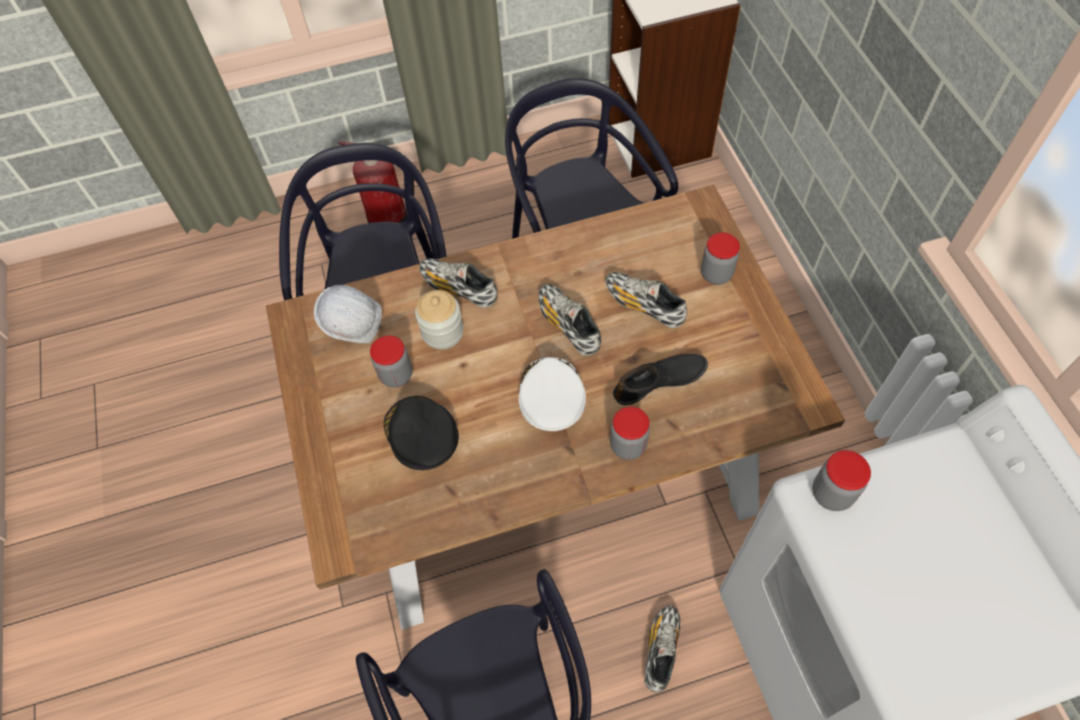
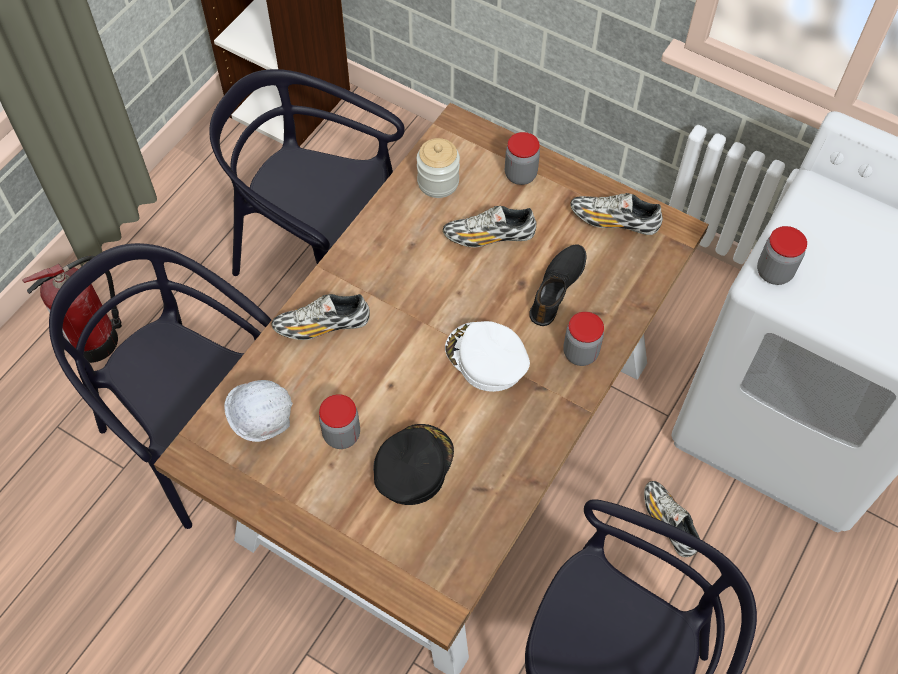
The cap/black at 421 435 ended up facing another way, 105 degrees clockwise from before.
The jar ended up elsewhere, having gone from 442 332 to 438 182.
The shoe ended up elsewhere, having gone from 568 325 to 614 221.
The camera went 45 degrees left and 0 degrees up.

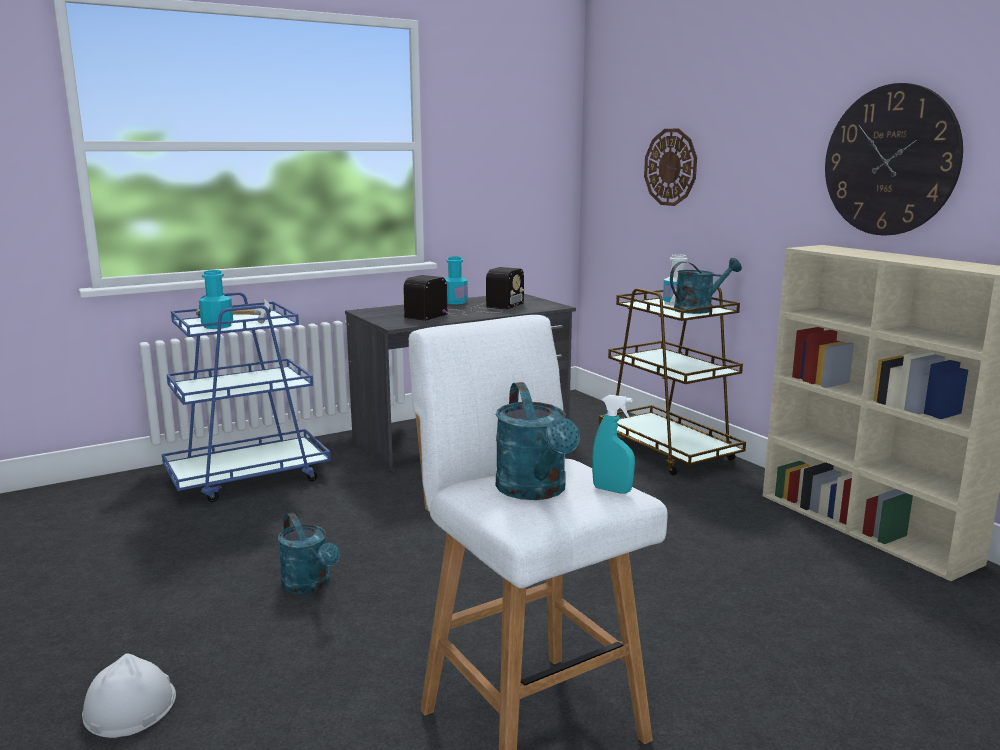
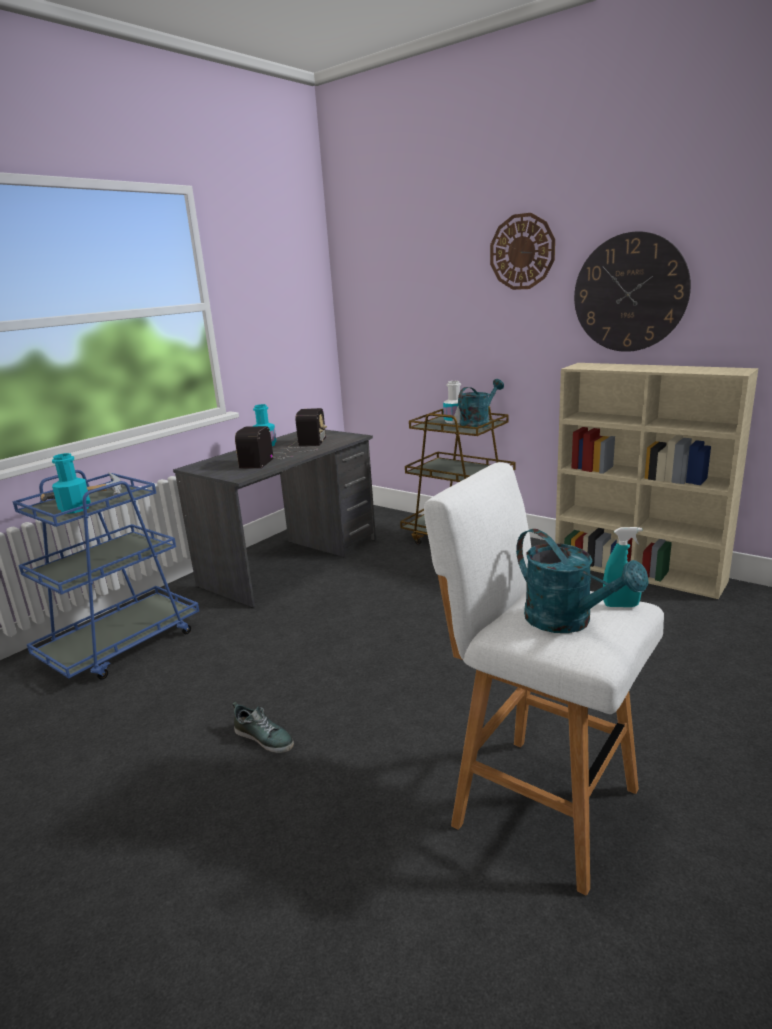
Where the watering can/turquoise stood at 310 585, the shoe came to stand at 264 737.
The wall clock ended up elsewhere, having gone from 670 167 to 522 252.
The second view lost the hard hat/white at 129 706.
The camera went 20 degrees left and 5 degrees up.

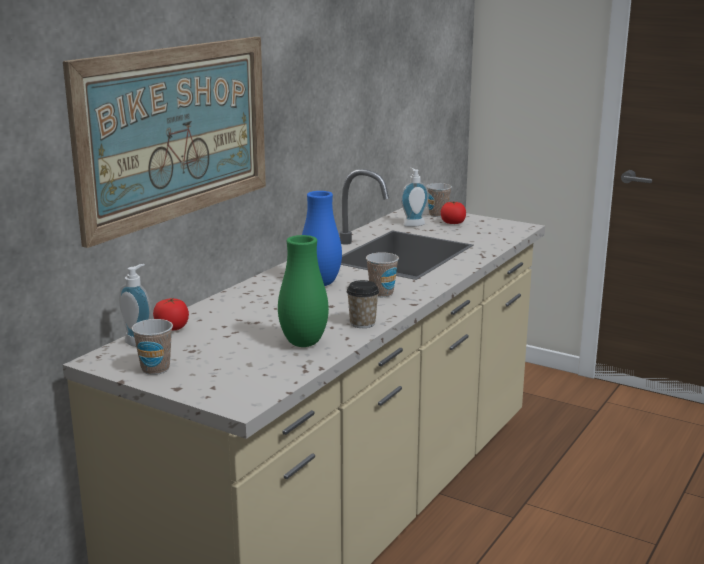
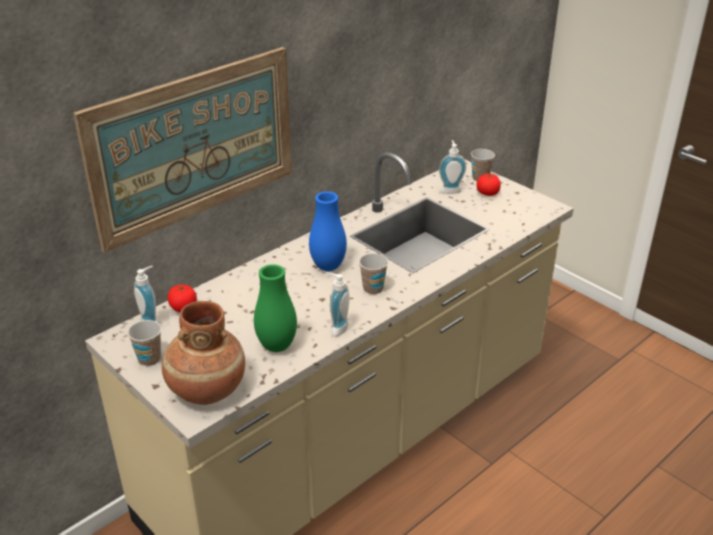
The second view gained the vase/brown at 206 389.
Where the cup stood at 362 323, the soap dispenser came to stand at 337 328.
The camera went 15 degrees right and 15 degrees up.

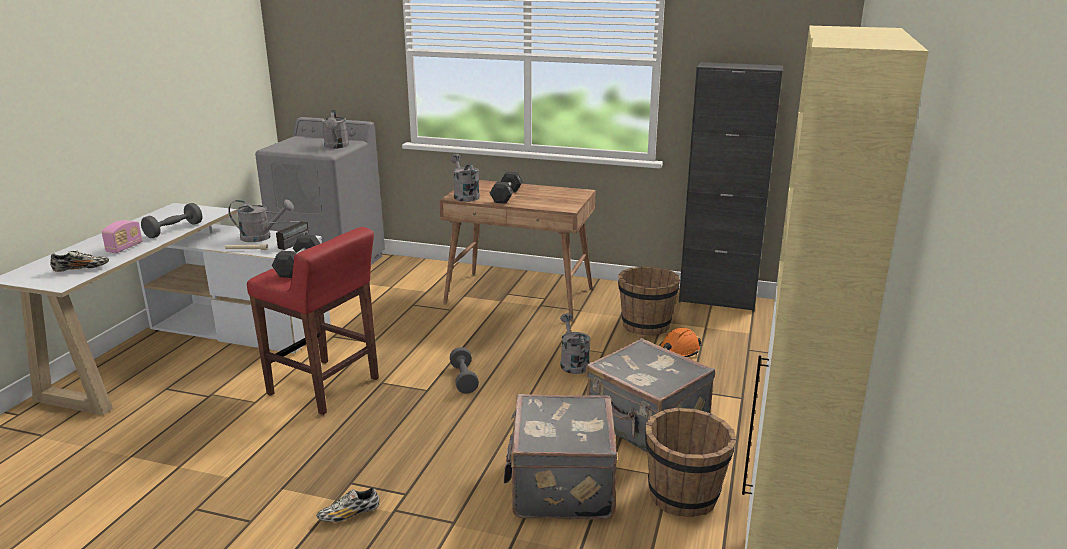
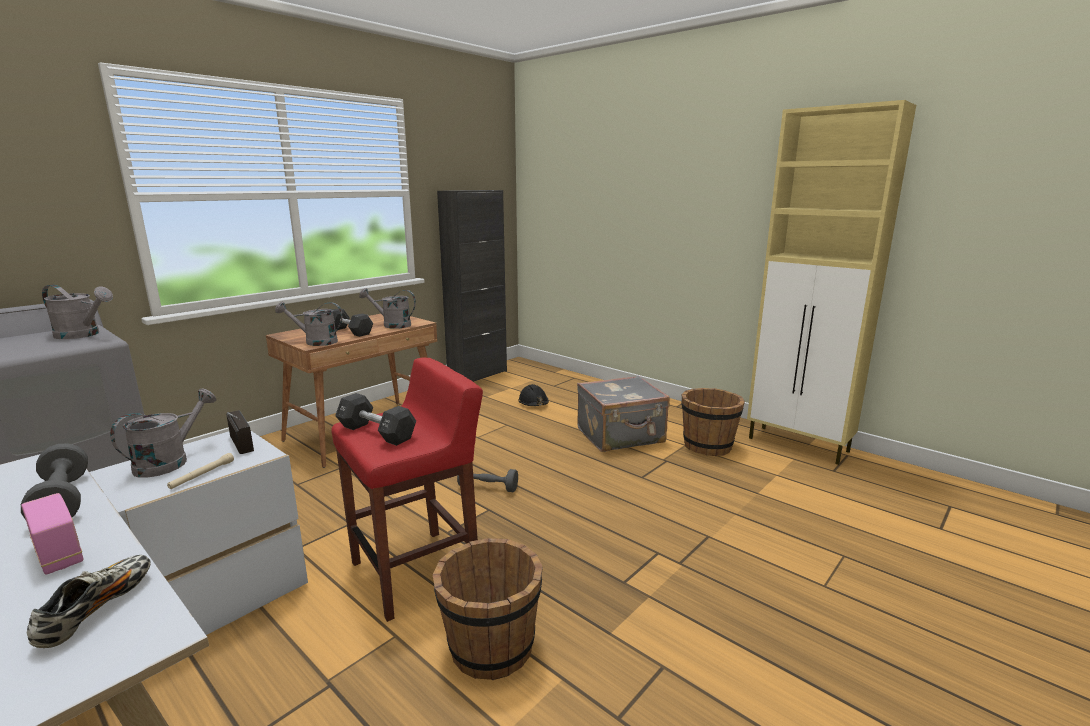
The watering can/grey ended up elsewhere, having gone from 573 363 to 392 325.
The bucket/brown ended up elsewhere, having gone from 645 325 to 490 647.
What was the hard hat/orange at 678 351 turned into the hard hat/black at 533 403.
The second view lost the shoe at 349 515.
The second view lost the suitcase/grey at 560 486.
The camera went 65 degrees left and 5 degrees down.

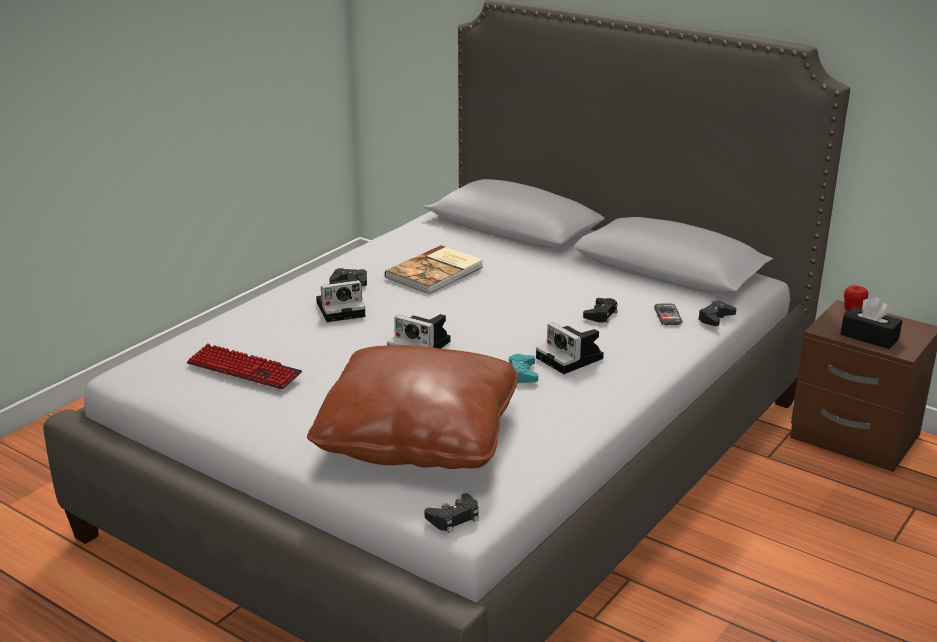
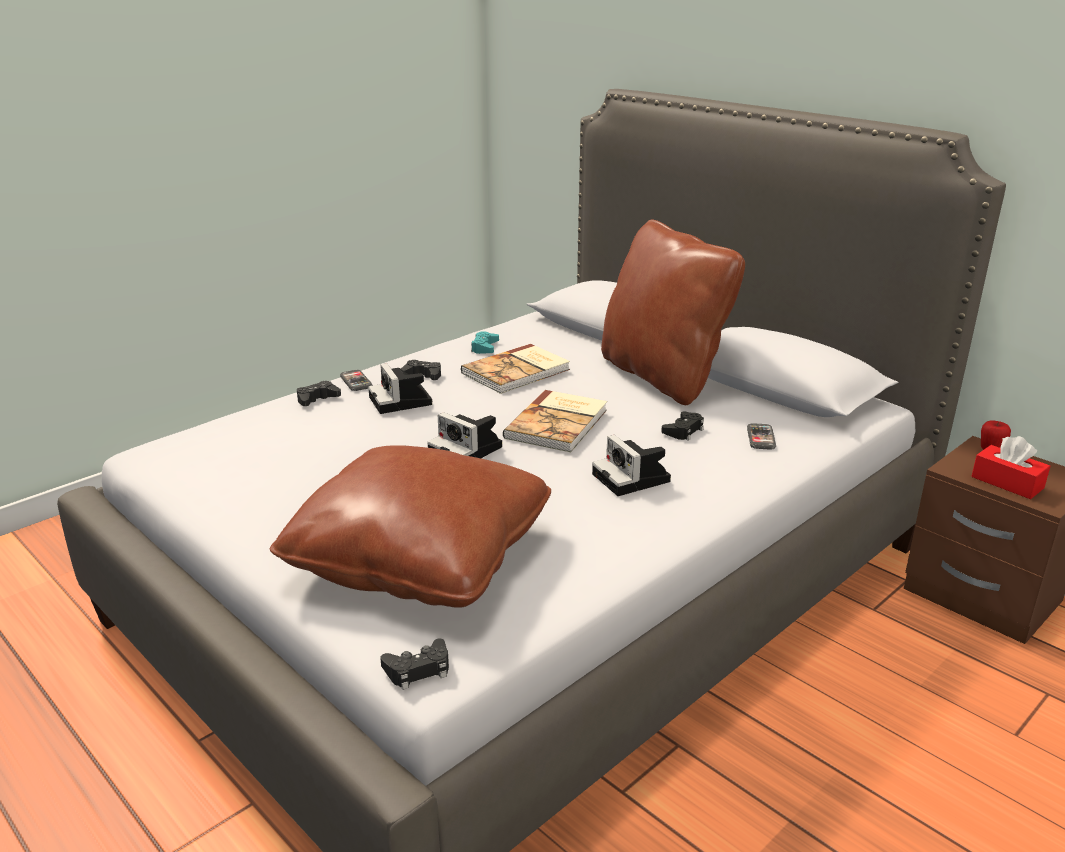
The game controller/black ended up elsewhere, having gone from 715 318 to 317 399.
The second view gained the phone at 356 382.
The photo camera at 342 308 ended up facing another way, 75 degrees clockwise from before.
The game controller/turquoise ended up elsewhere, having gone from 522 374 to 484 347.
The second view gained the book at 559 423.
The second view gained the pillow/brown at 662 377.
What was the tissue box/black at 869 337 turned into the tissue box/red at 1007 482.
The second view lost the keyboard at 244 369.
The camera went 10 degrees right and 0 degrees up.

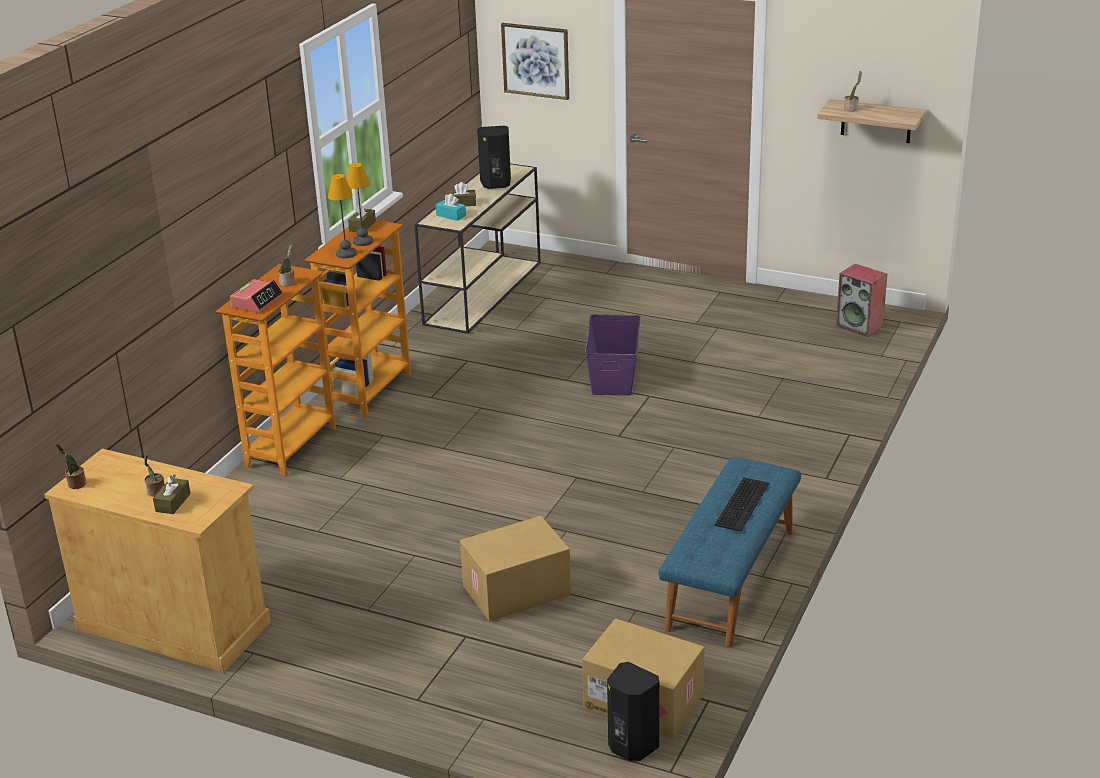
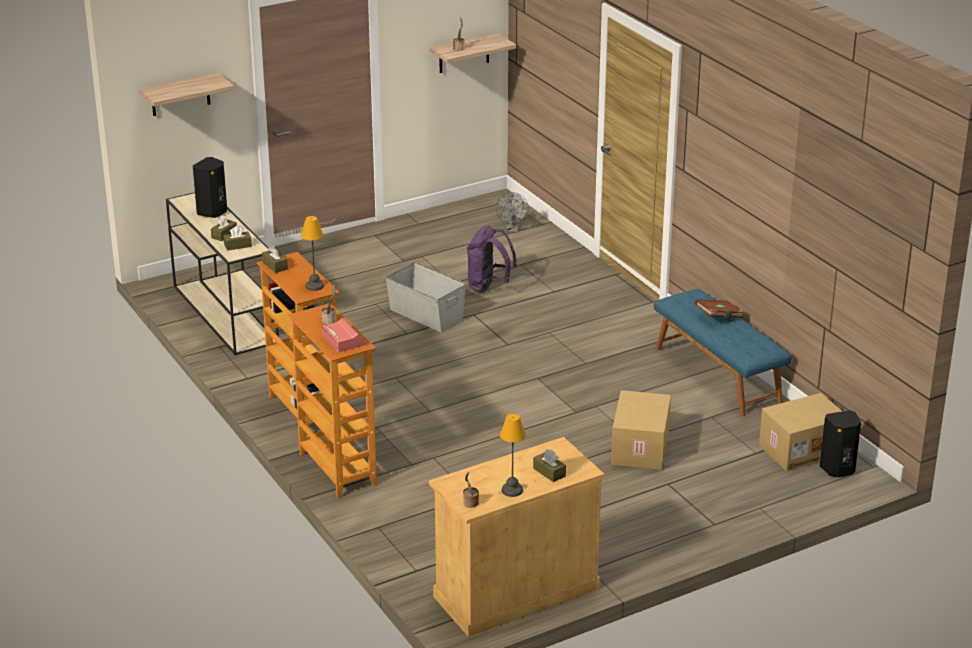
Where the picture hung at 536 60, the shelf came to hang at 180 95.
What was the tissue box/turquoise at 451 215 turned into the tissue box/brown at 238 245.
What was the storage box/purple at 614 374 turned into the storage box/grey at 426 314.
The second view gained the backpack/purple at 488 287.
The second view gained the fan/grey at 512 229.
The table lamp ended up elsewhere, having gone from 363 241 to 512 490.
Where the keyboard stood at 743 505, the book/brown came to stand at 718 317.
The second view lost the potted plant at 156 492.
The second view lost the speaker at 860 326.
The camera went 55 degrees left and 0 degrees up.

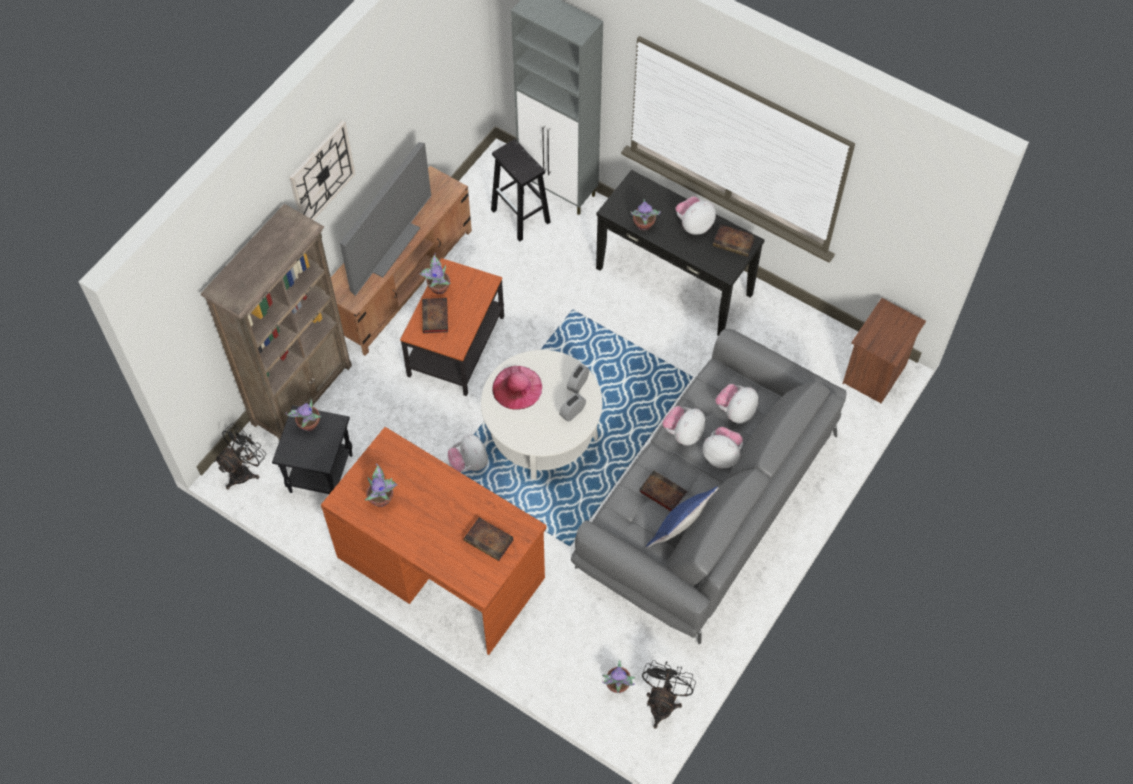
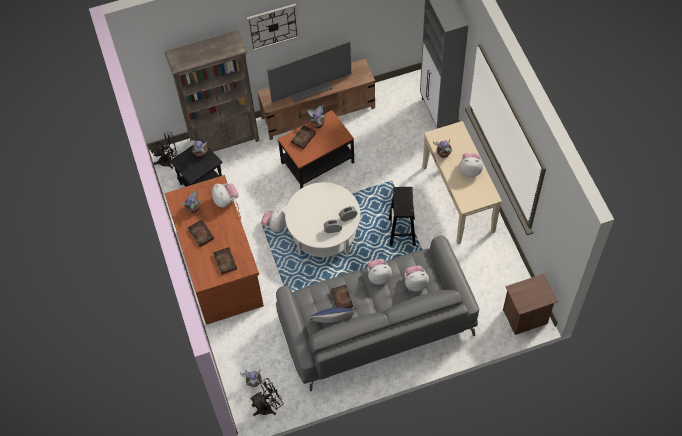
The book ended up elsewhere, having gone from 734 242 to 201 234.
The plush toy ended up elsewhere, having gone from 722 455 to 226 200.
The stool/black ended up elsewhere, having gone from 521 217 to 402 232.
What was the console table/black at 674 281 turned into the console table/beige at 458 199.
The second view lost the hat/pink at 517 387.
The camera went 40 degrees right and 0 degrees up.

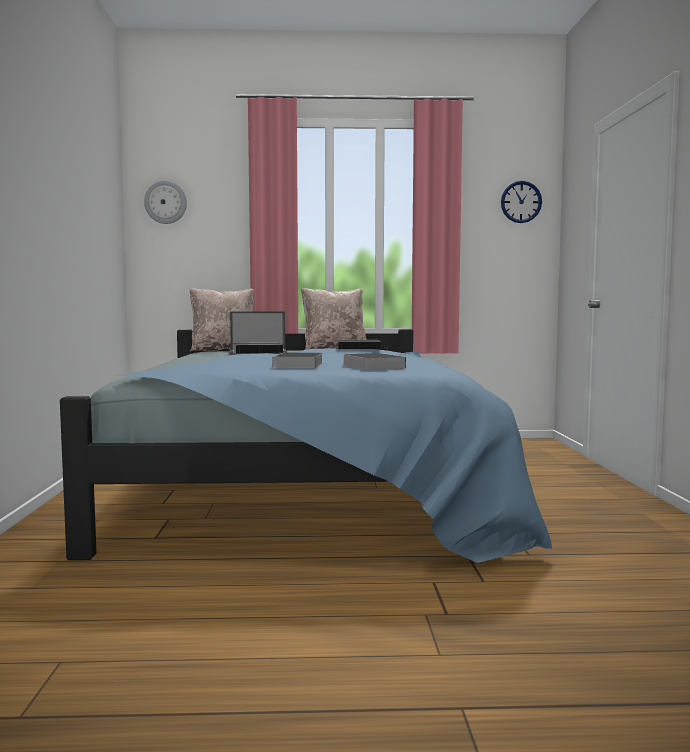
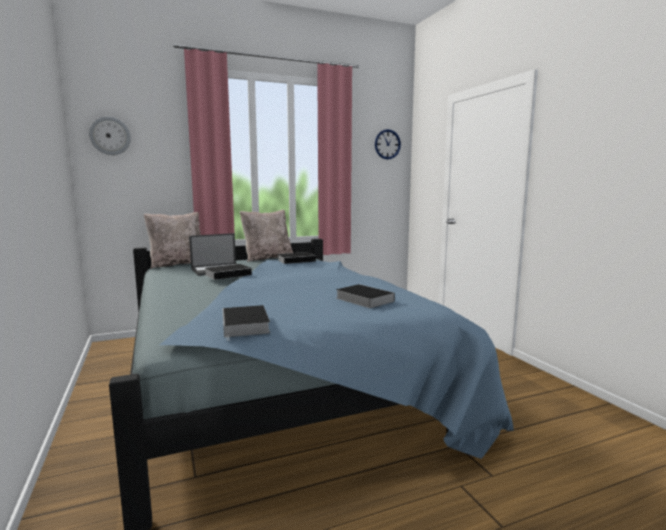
The book ended up elsewhere, having gone from 299 365 to 246 326.
The camera went 20 degrees left and 5 degrees up.

